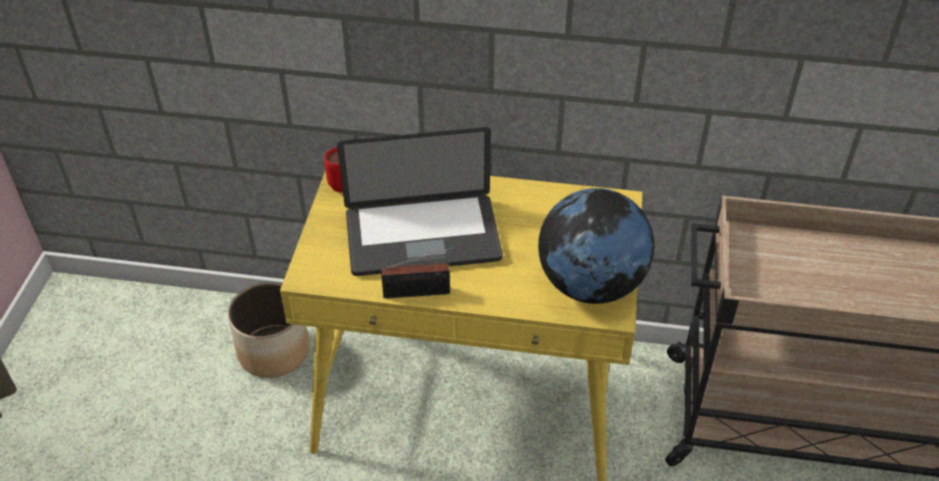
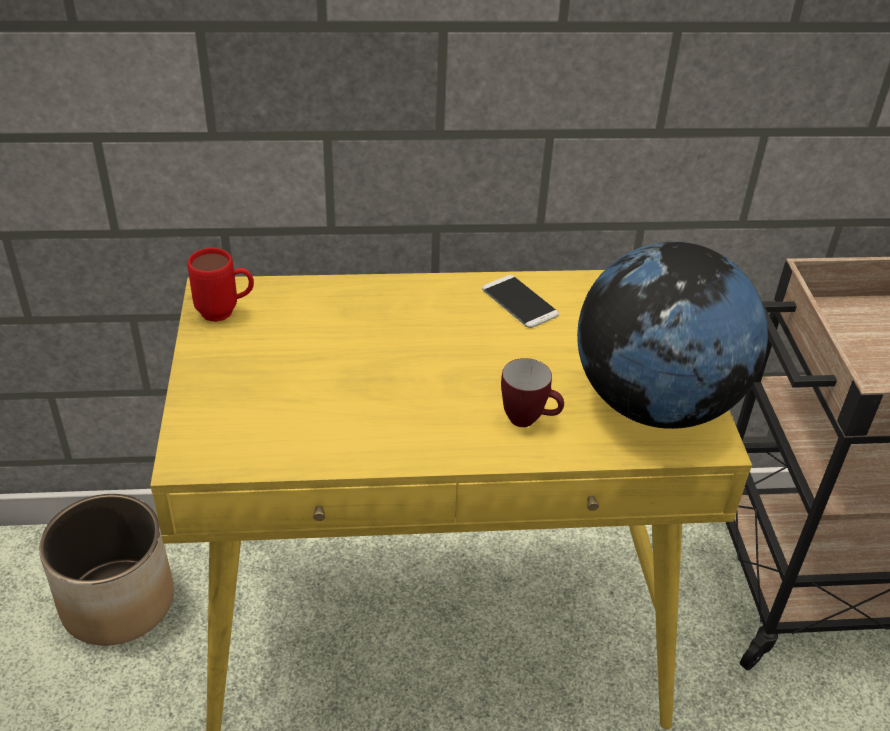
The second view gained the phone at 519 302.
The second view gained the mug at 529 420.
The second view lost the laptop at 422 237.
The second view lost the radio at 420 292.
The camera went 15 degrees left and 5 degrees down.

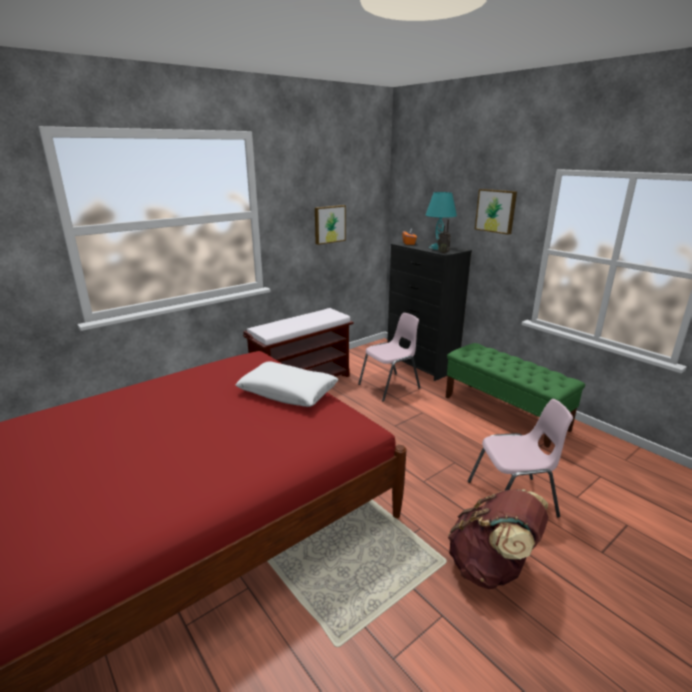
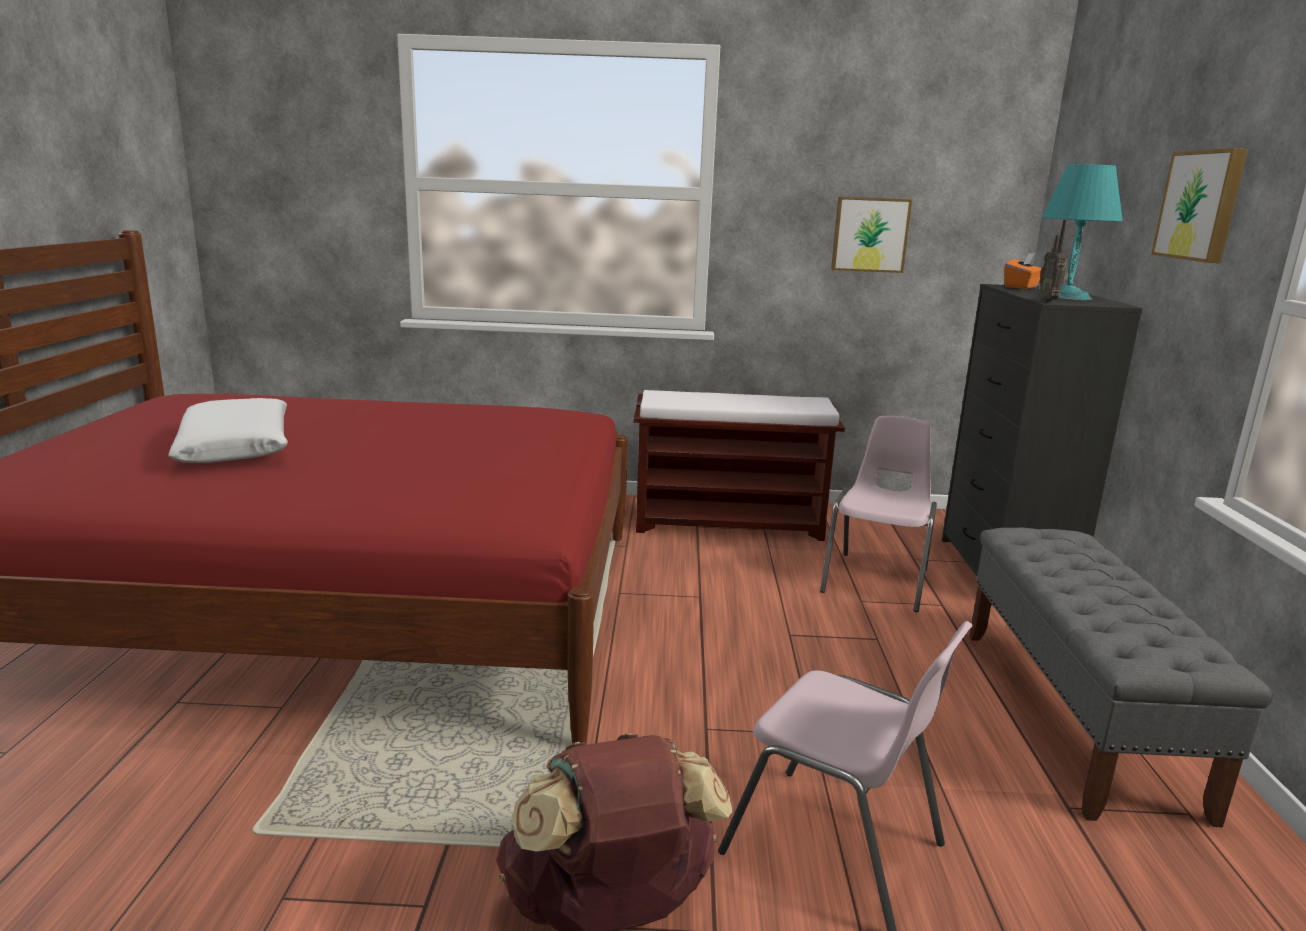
The pillow/white ended up elsewhere, having gone from 288 392 to 236 447.
The chair/pink at 390 386 ended up facing another way, 75 degrees counterclockwise from before.
What was the bench/green at 505 413 turned into the bench/grey at 1075 716.
The camera went 40 degrees right and 5 degrees down.

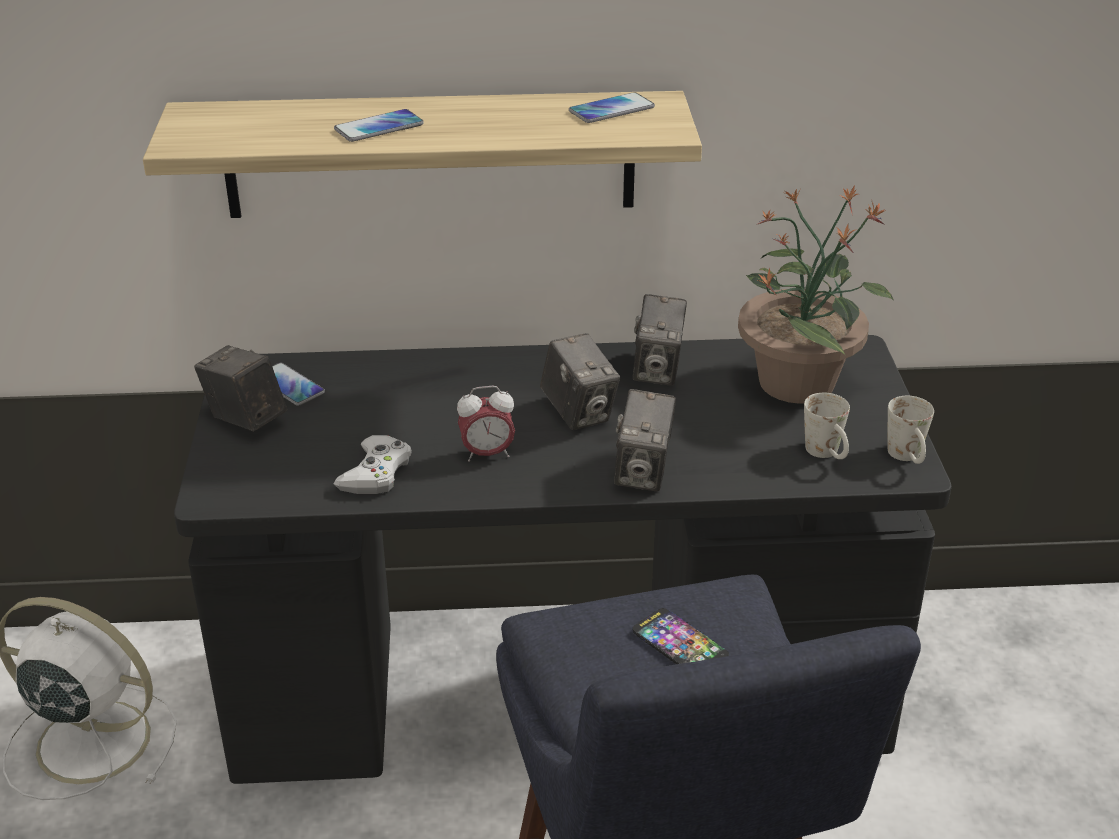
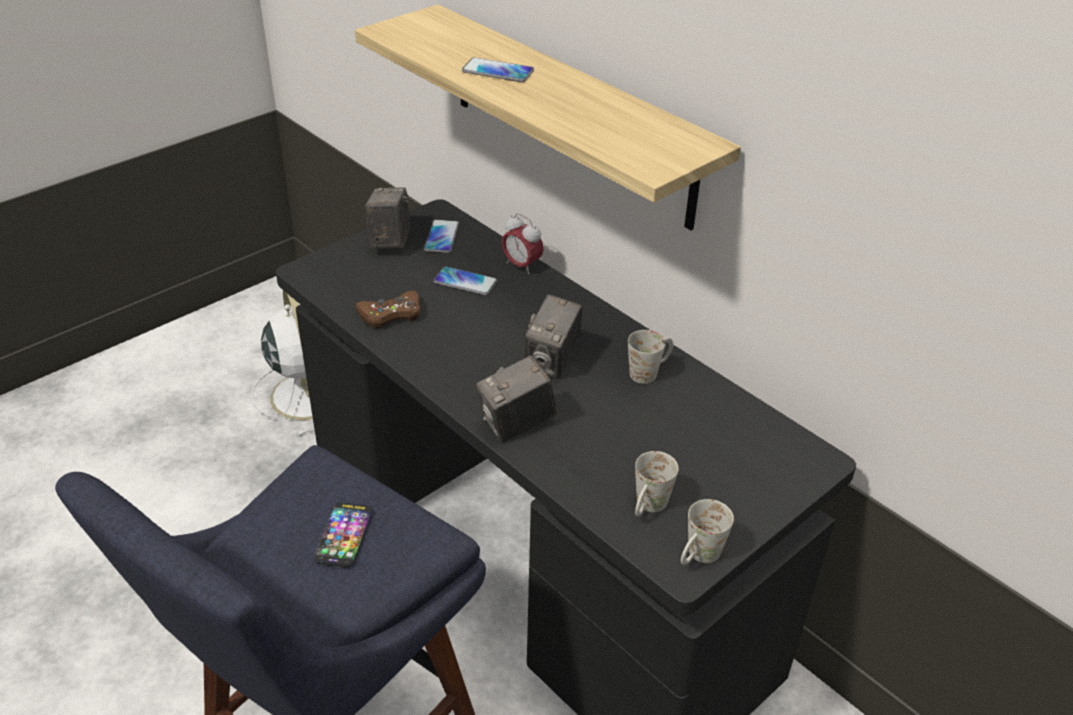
What was the game controller/white at 376 473 turned into the game controller/brown at 391 314.
The phone ended up elsewhere, having gone from 611 110 to 465 282.
The alarm clock ended up elsewhere, having gone from 487 454 to 522 266.
Where the photo camera stood at 658 370, the mug/white came to stand at 649 371.
The second view lost the potted plant at 798 381.
The camera went 50 degrees right and 5 degrees up.

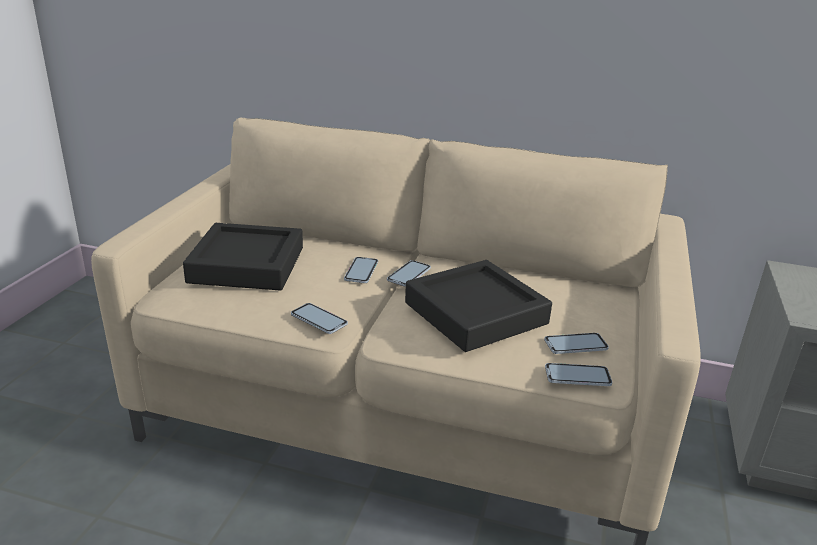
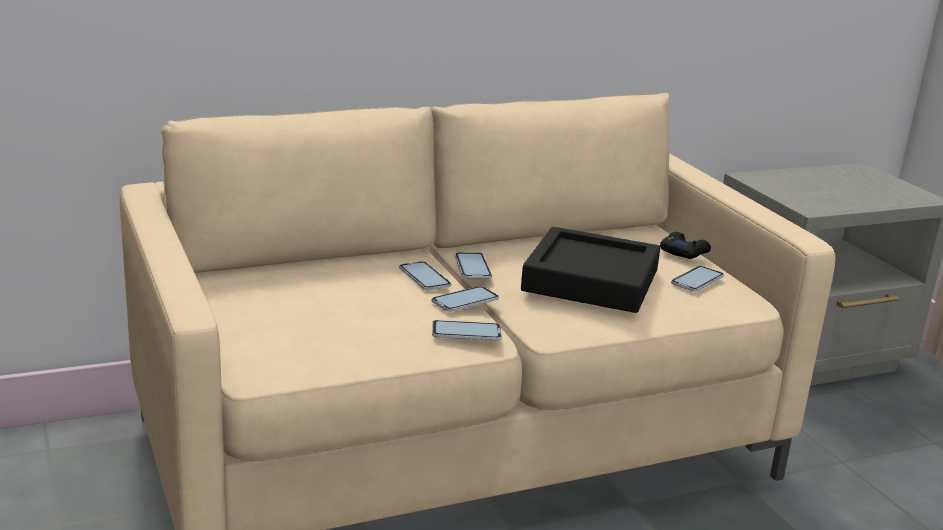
The phone ended up elsewhere, having gone from 577 376 to 465 300.
The second view gained the game controller/black at 683 252.
The second view lost the tray/black at 247 265.
The camera went 40 degrees left and 5 degrees down.

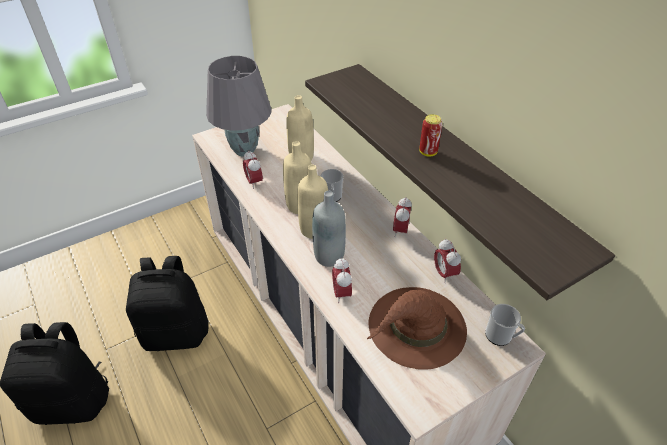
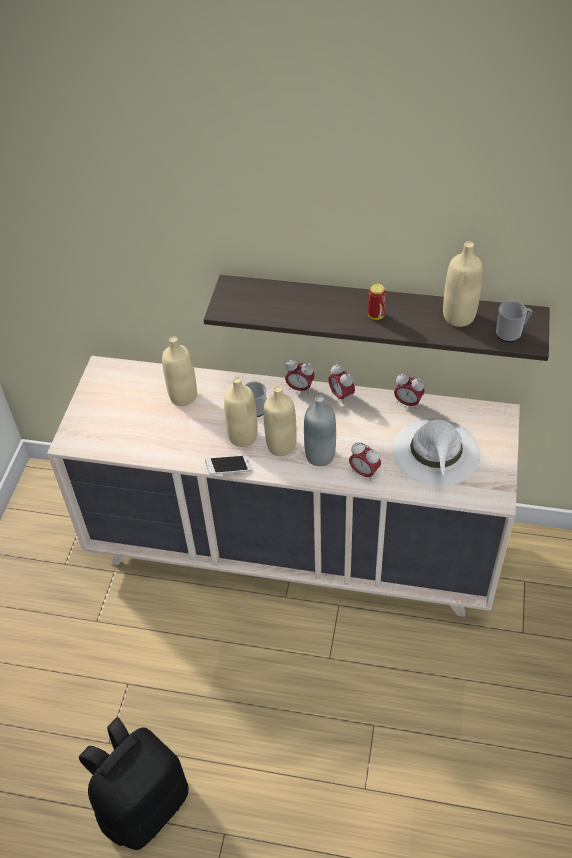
The second view gained the phone at 229 469.
The alarm clock ended up elsewhere, having gone from 254 182 to 300 388.
What was the hat/brown at 416 327 turned into the hat/white at 436 453.
The second view gained the bottle/beige at 458 317.
The mug ended up elsewhere, having gone from 501 336 to 511 333.
The second view lost the backpack/black at 176 332.
The second view lost the table lamp/grey at 244 150.
The camera went 45 degrees left and 5 degrees up.

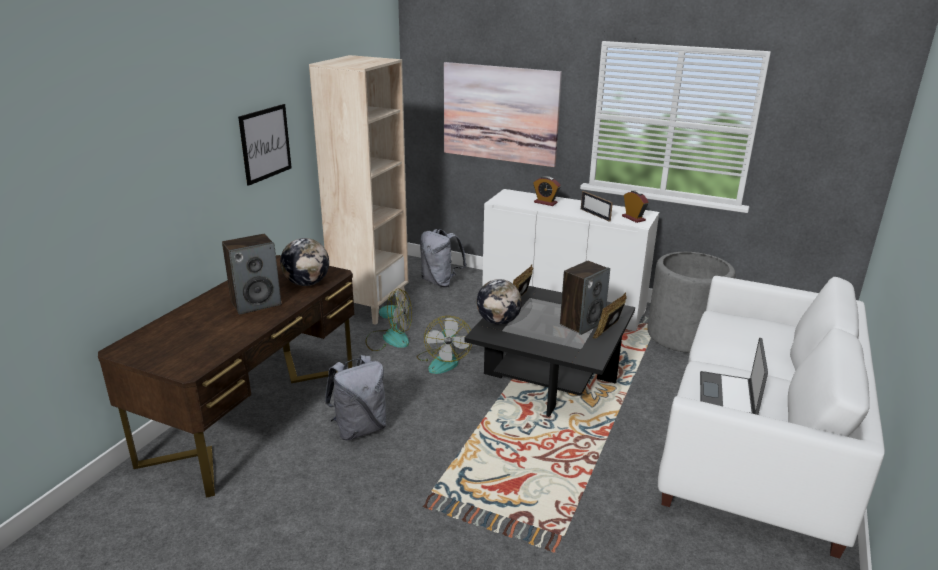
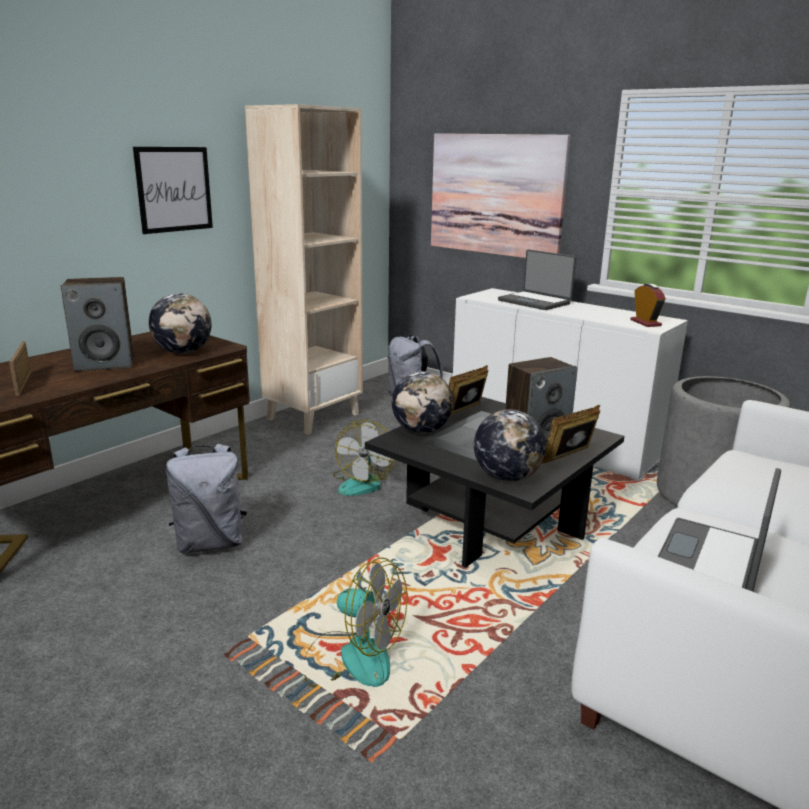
The picture frame ended up elsewhere, having gone from 595 215 to 23 383.
The fan ended up elsewhere, having gone from 389 339 to 353 657.
The second view gained the globe at 506 477.
Where the alarm clock stood at 545 202, the laptop came to stand at 535 302.
The camera went 15 degrees right and 5 degrees down.

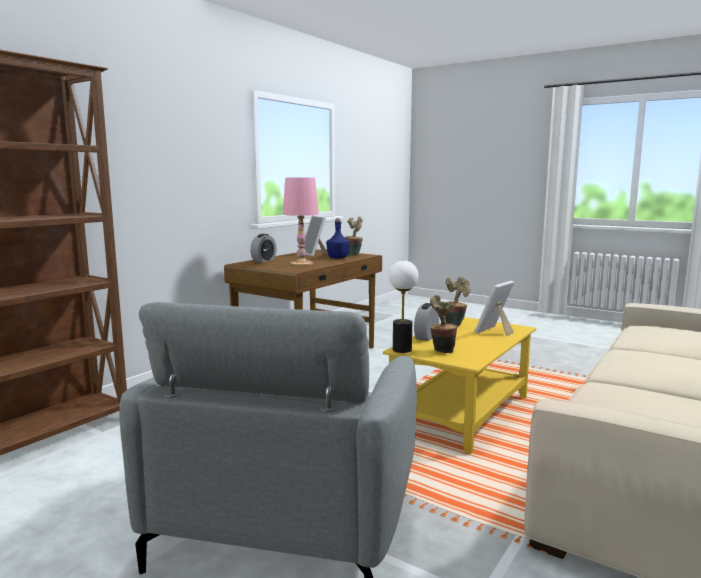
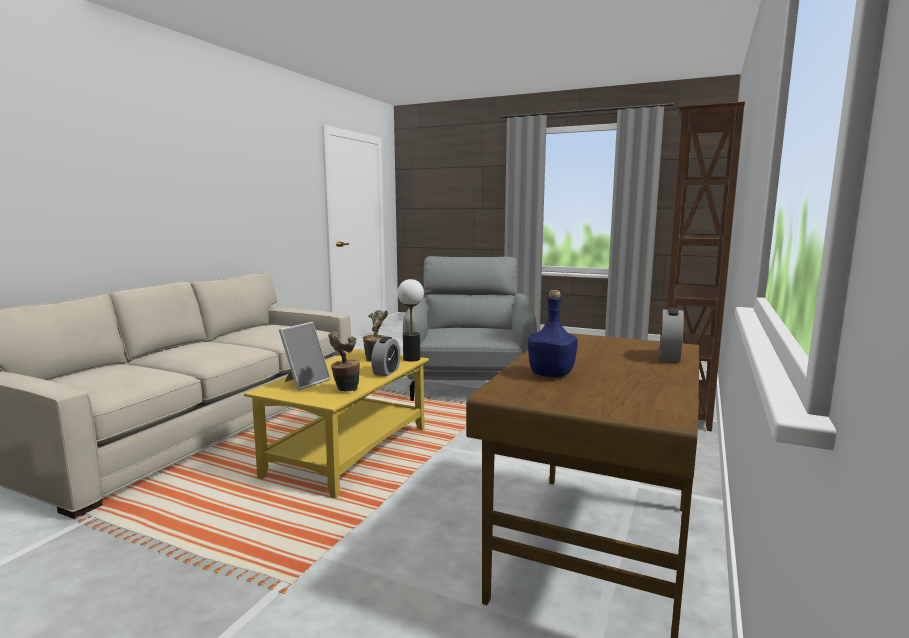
The second view lost the table lamp/pink at 301 263.
The second view lost the picture frame at 314 254.
The second view lost the potted plant at 354 254.
The camera went 170 degrees right and 0 degrees up.

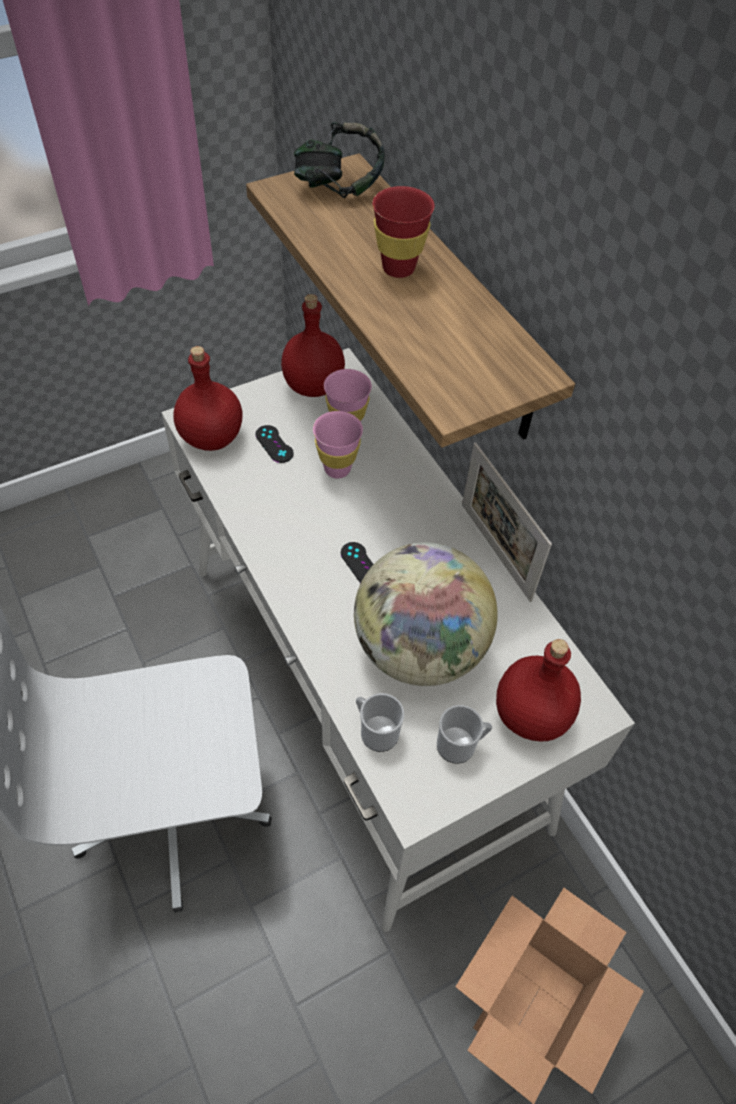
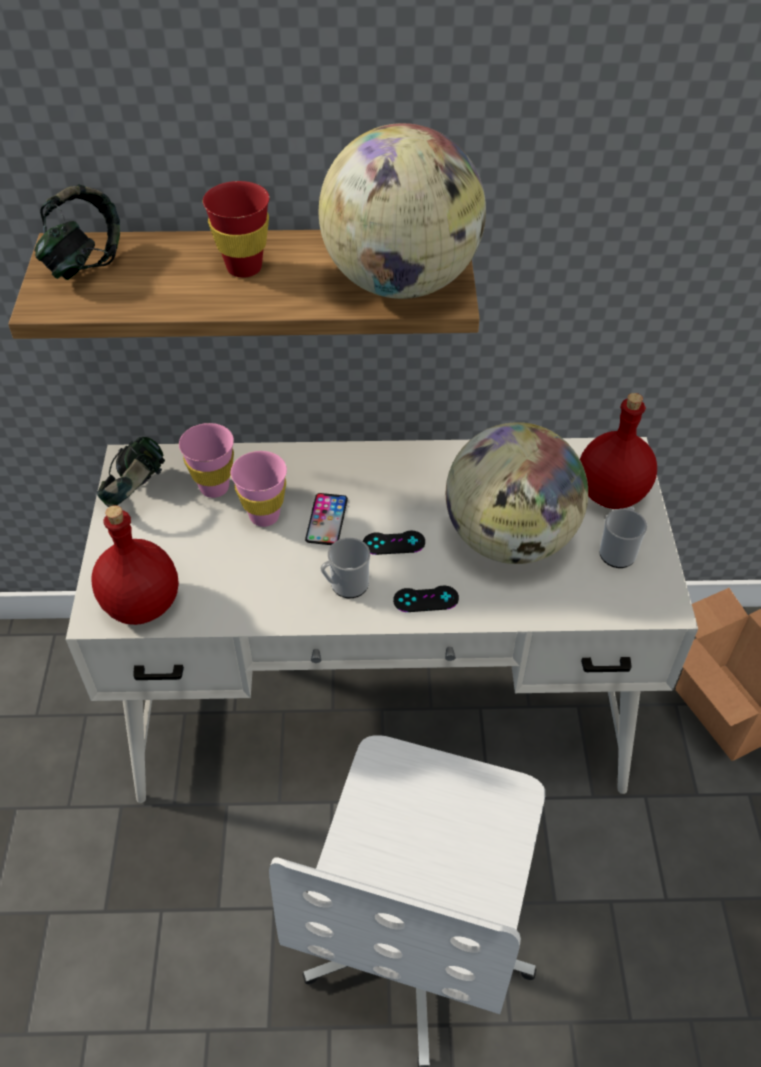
Where the bottle/red stood at 312 385, the headphones came to stand at 136 493.
The second view gained the phone at 326 519.
The second view gained the globe at 401 282.
The mug ended up elsewhere, having gone from 376 731 to 345 585.
The game controller/black ended up elsewhere, having gone from 274 444 to 426 599.
The second view lost the picture frame at 495 551.
The camera went 60 degrees left and 5 degrees down.

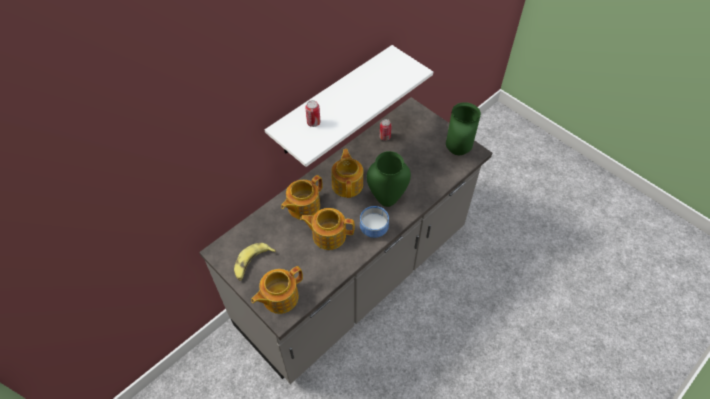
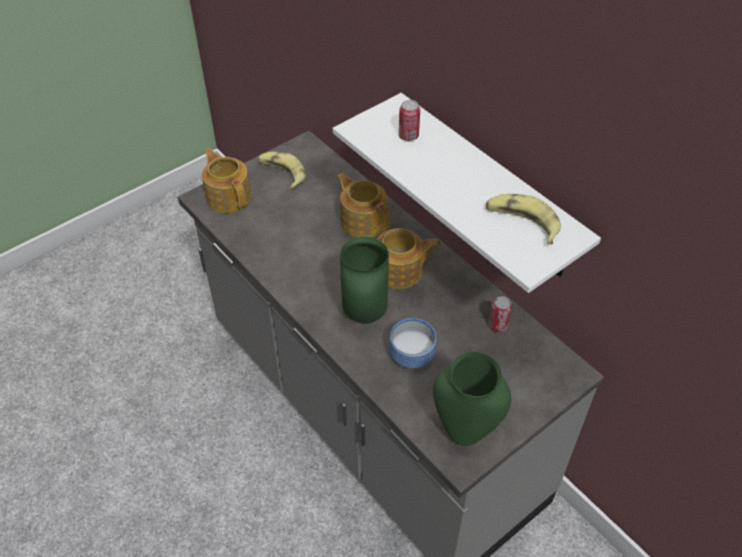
The bowl ended up elsewhere, having gone from 374 228 to 413 356.
The second view gained the banana at 522 222.
The second view lost the teapot at 328 235.
The camera went 95 degrees right and 5 degrees down.

